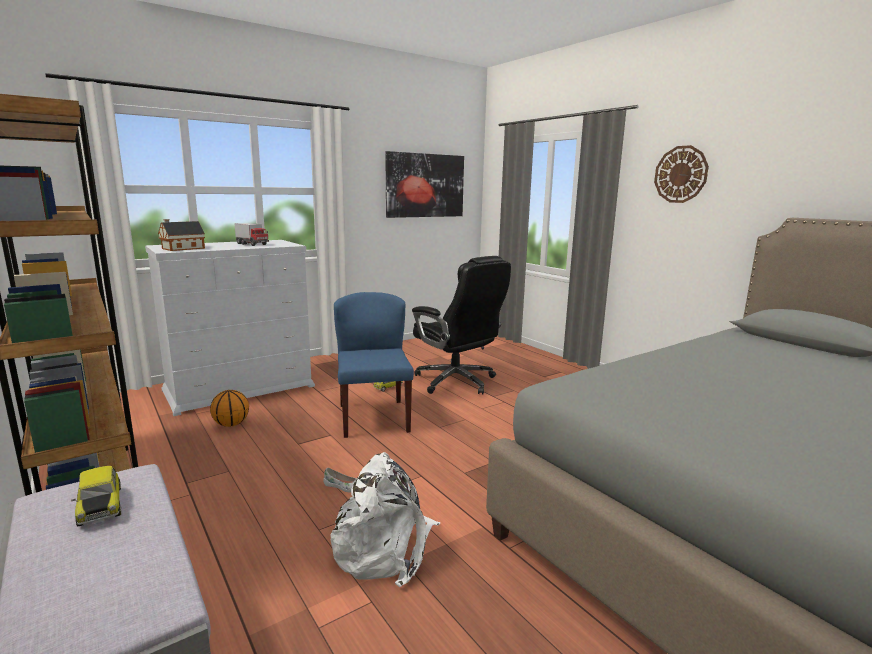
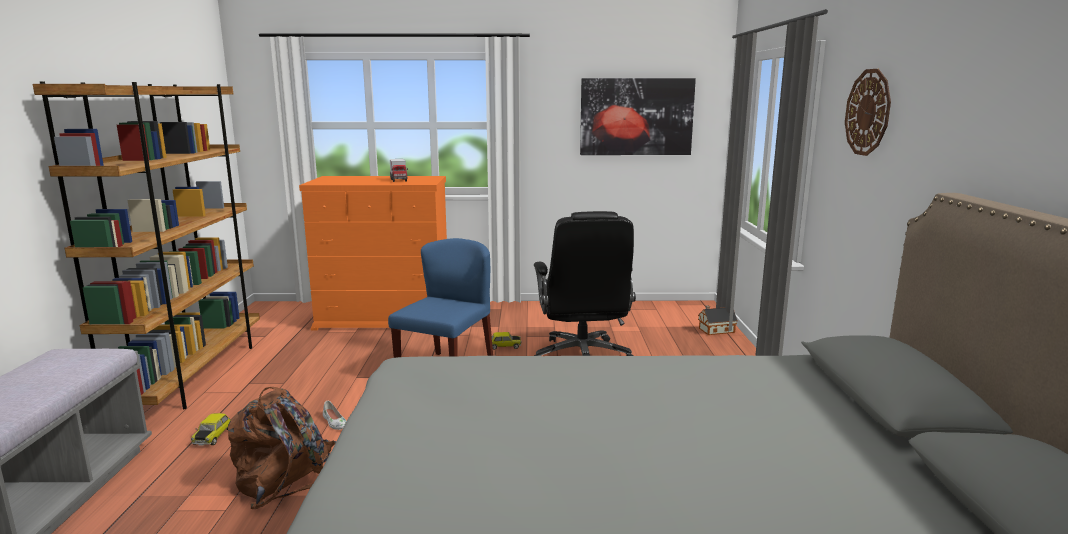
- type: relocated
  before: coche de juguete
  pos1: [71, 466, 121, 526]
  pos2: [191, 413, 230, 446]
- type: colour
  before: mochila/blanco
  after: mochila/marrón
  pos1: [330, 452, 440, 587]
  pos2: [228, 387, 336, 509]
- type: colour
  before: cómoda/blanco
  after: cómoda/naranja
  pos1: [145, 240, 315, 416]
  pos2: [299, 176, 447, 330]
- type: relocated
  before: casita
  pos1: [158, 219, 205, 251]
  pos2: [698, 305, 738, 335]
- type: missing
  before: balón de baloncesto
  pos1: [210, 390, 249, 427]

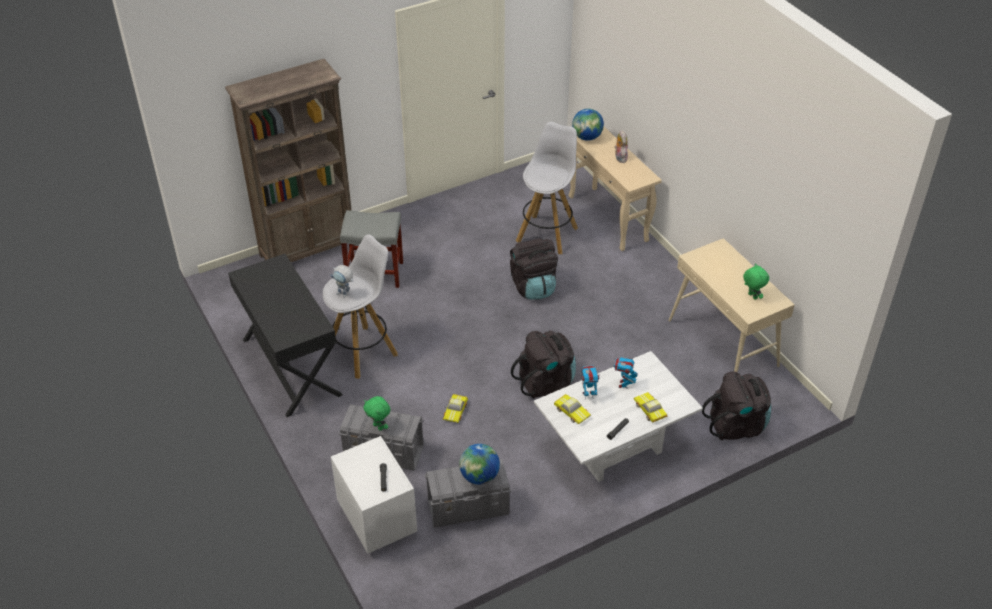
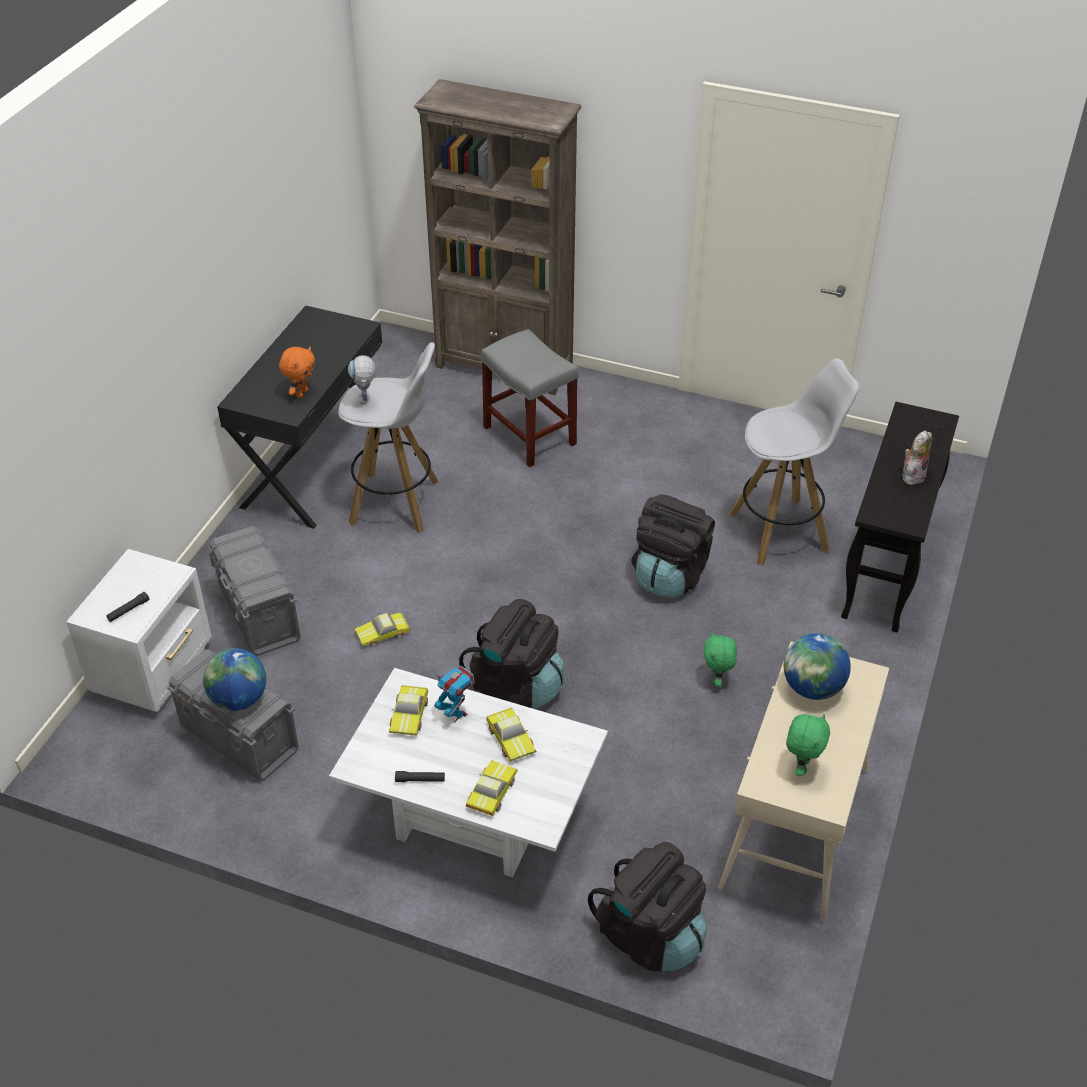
- type: appeared
  after: peluche/naranja
  pos2: [279, 347, 315, 398]
- type: exchanged
  before: robot de juguete
  after: coche de juguete
  pos1: [614, 355, 638, 388]
  pos2: [486, 708, 537, 762]
- type: relocated
  before: peluche/verde
  pos1: [363, 396, 390, 431]
  pos2: [704, 632, 737, 687]
- type: relocated
  before: globo terráqueo
  pos1: [572, 109, 604, 141]
  pos2: [784, 633, 851, 700]
- type: colour
  before: mesa consola/beis
  after: mesa consola/negro
  pos1: [569, 127, 662, 251]
  pos2: [841, 402, 959, 632]

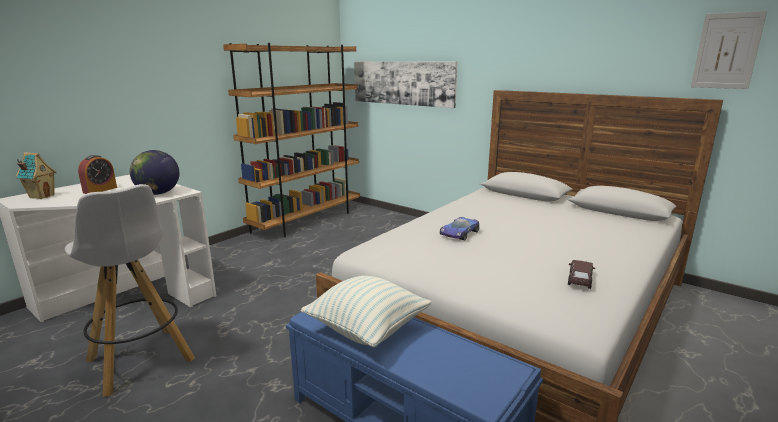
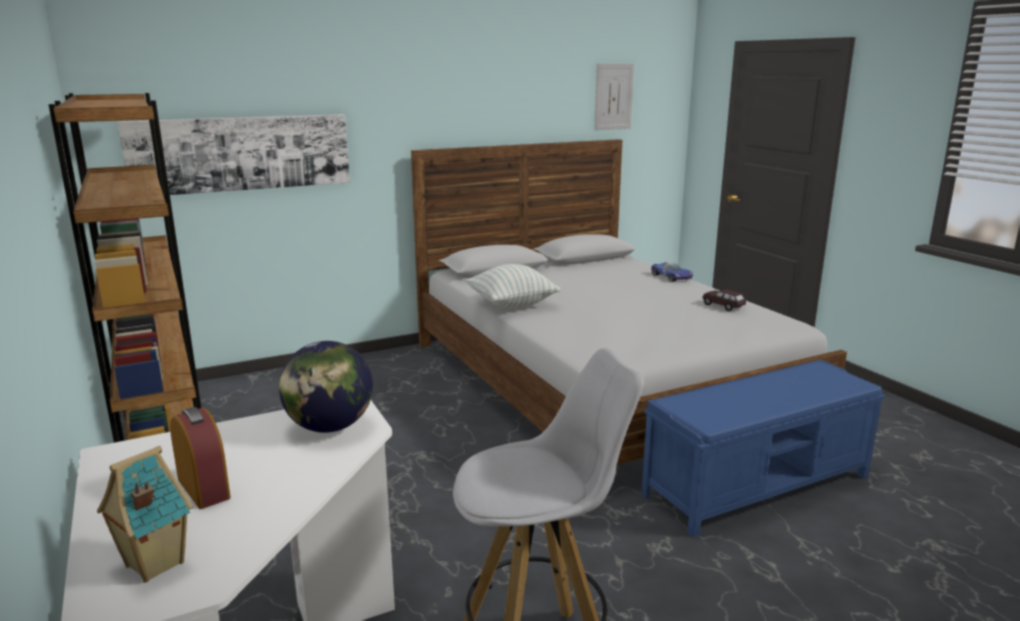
- type: relocated
  before: cojín
  pos1: [301, 275, 431, 347]
  pos2: [465, 264, 561, 309]
- type: relocated
  before: coche de juguete
  pos1: [440, 217, 479, 240]
  pos2: [651, 262, 693, 282]

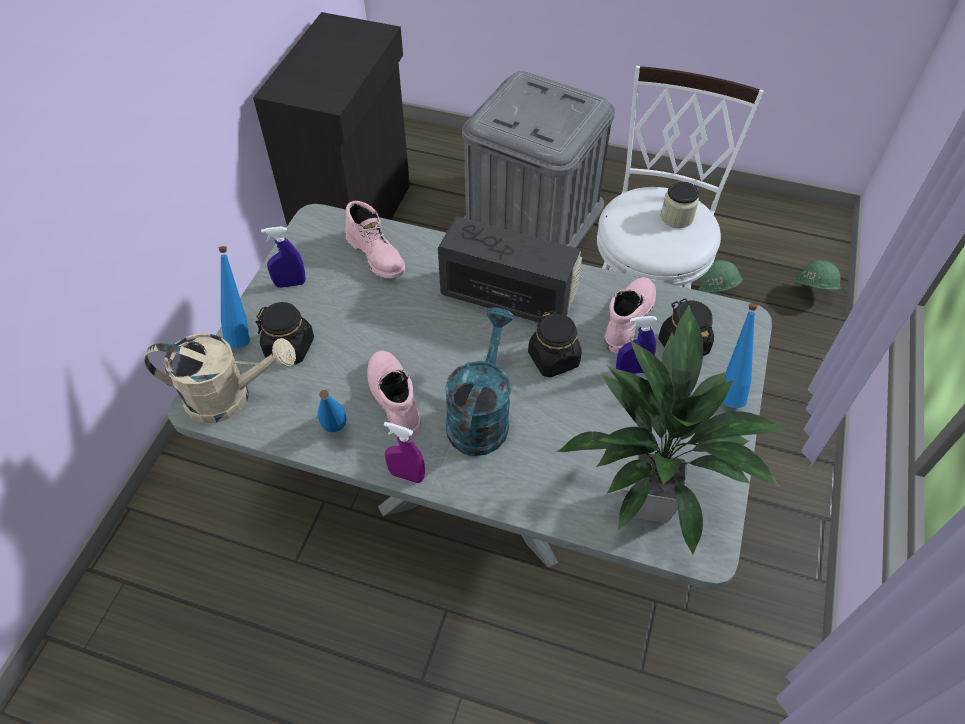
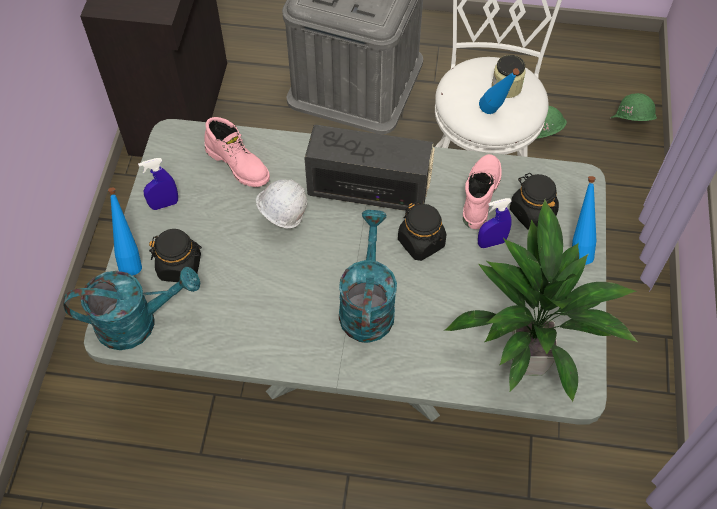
- type: colour
  before: regadera/beis
  after: regadera/turquesa
  pos1: [144, 333, 296, 423]
  pos2: [63, 267, 200, 350]
- type: appeared
  after: casco/blanco
  pos2: [256, 179, 307, 228]
- type: relocated
  before: botella/azul
  pos1: [317, 390, 346, 432]
  pos2: [479, 68, 520, 114]
- type: missing
  before: bota/rosa
  pos1: [367, 350, 422, 438]
- type: missing
  before: pulverizador/morado
  pos1: [384, 422, 425, 483]

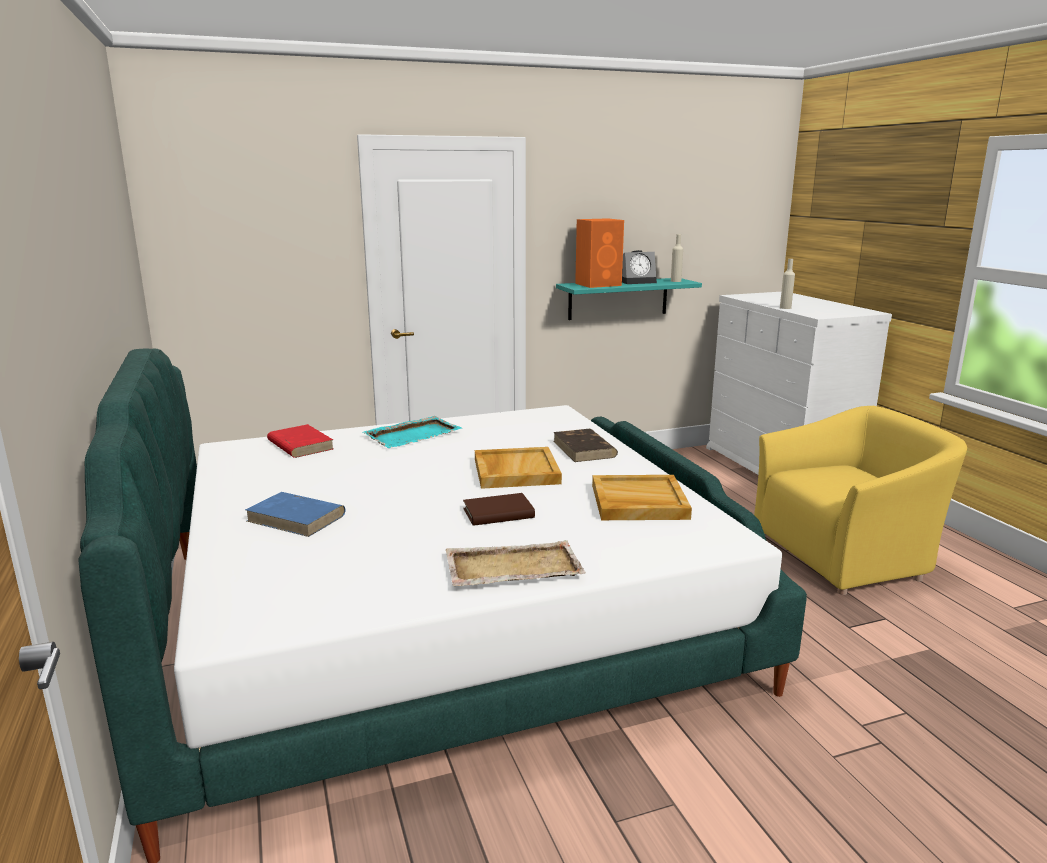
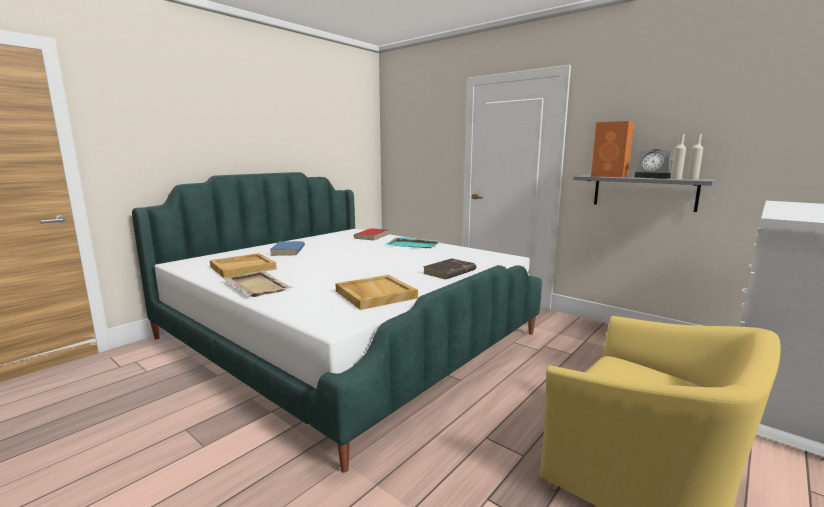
- type: relocated
  before: bandeja/beis
  pos1: [475, 447, 562, 489]
  pos2: [210, 253, 277, 278]
- type: colour
  before: estante/turquesa
  after: estante/gris
  pos1: [556, 278, 702, 320]
  pos2: [573, 175, 717, 212]
- type: relocated
  before: botella/beis
  pos1: [780, 259, 795, 309]
  pos2: [670, 134, 686, 179]
- type: missing
  before: libro/marrón
  pos1: [463, 493, 535, 526]

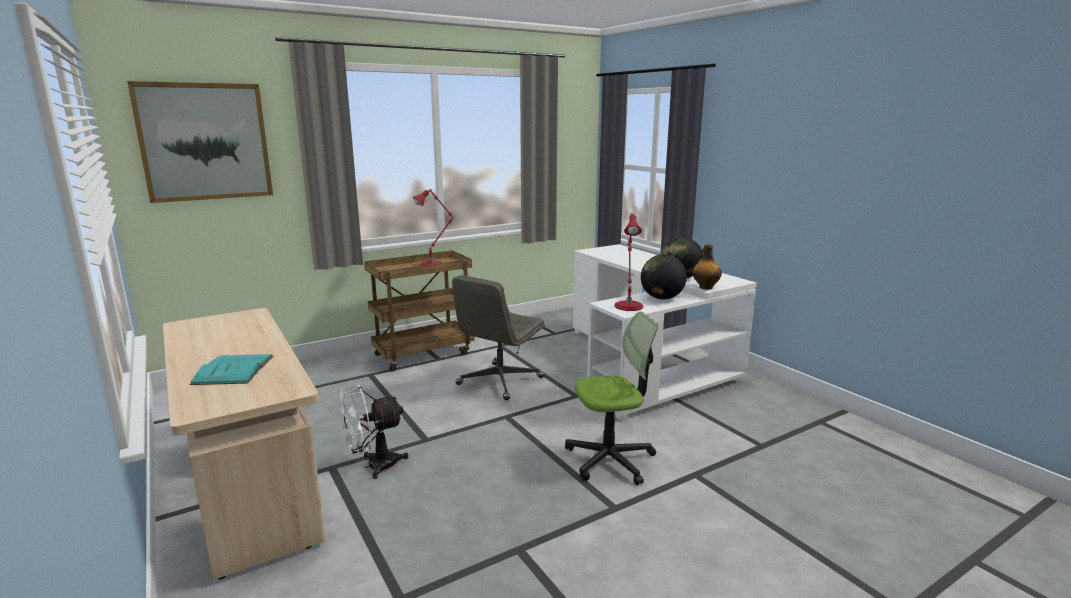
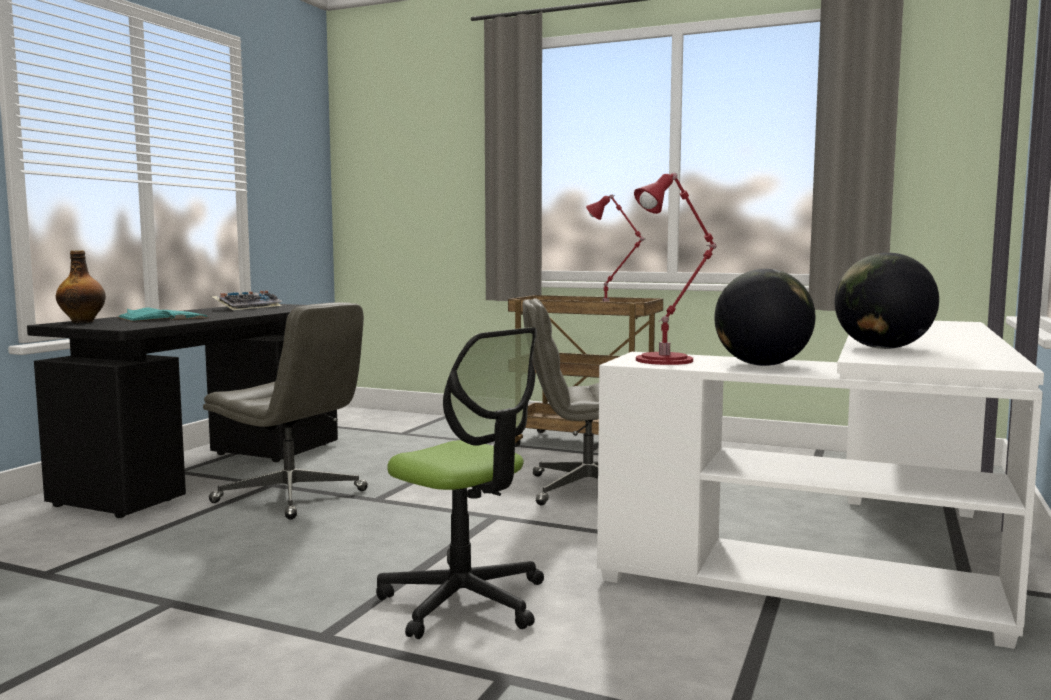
- type: colour
  before: escritorio/beis
  after: escritorio/negro
  pos1: [163, 308, 326, 580]
  pos2: [27, 304, 338, 518]
- type: relocated
  before: botella
  pos1: [693, 244, 722, 290]
  pos2: [56, 250, 106, 323]
- type: exchanged
  before: ventilador/blanco
  after: silla de oficina/gris
  pos1: [340, 384, 409, 479]
  pos2: [203, 302, 368, 520]
- type: appeared
  after: teclado
  pos2: [211, 290, 282, 310]
- type: missing
  before: cuadro
  pos1: [127, 81, 273, 203]

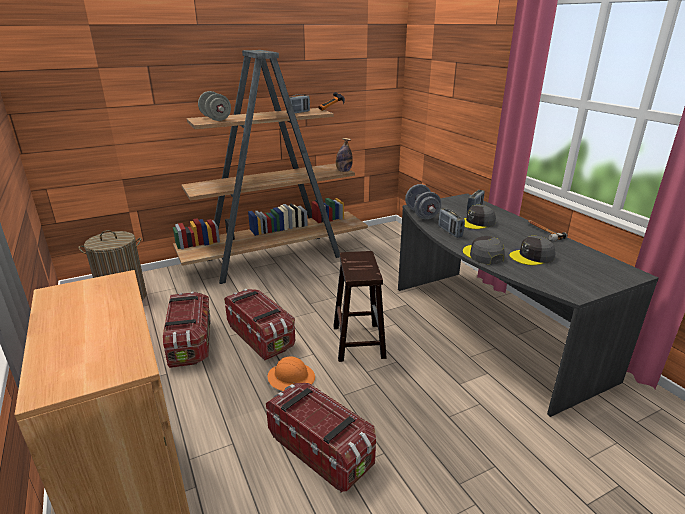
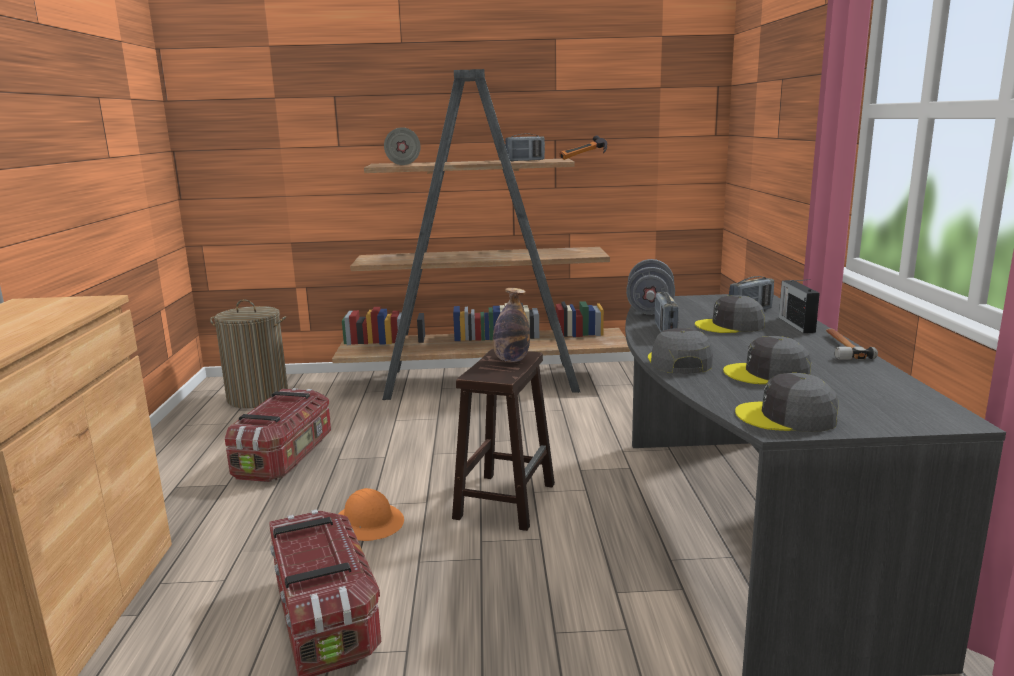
- type: relocated
  before: botella
  pos1: [336, 138, 353, 172]
  pos2: [493, 288, 530, 362]
- type: appeared
  after: gorra/gris
  pos2: [735, 373, 838, 432]
- type: appeared
  after: radio
  pos2: [779, 279, 820, 333]
- type: missing
  before: caja de almacenaje
  pos1: [224, 289, 295, 361]

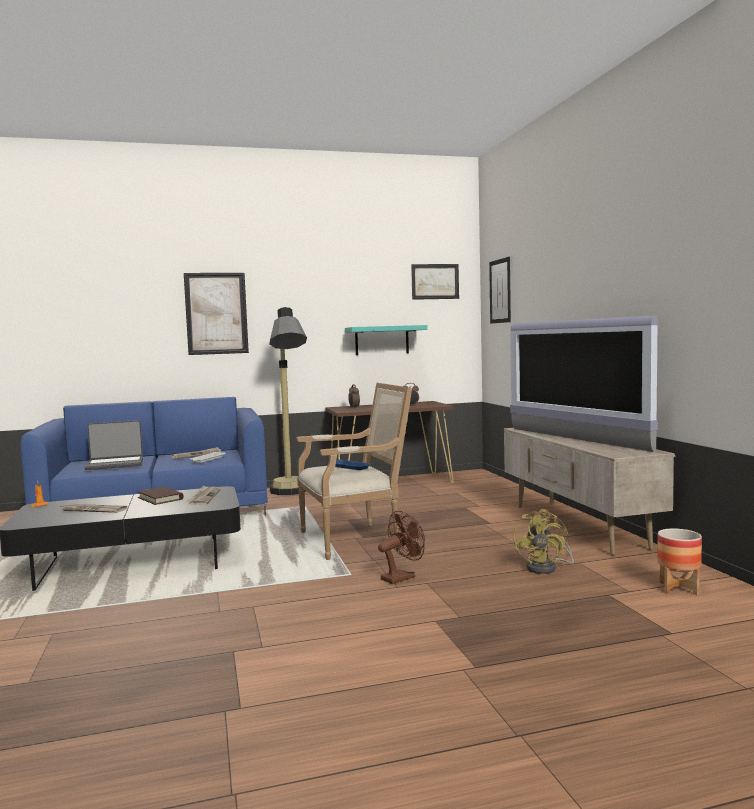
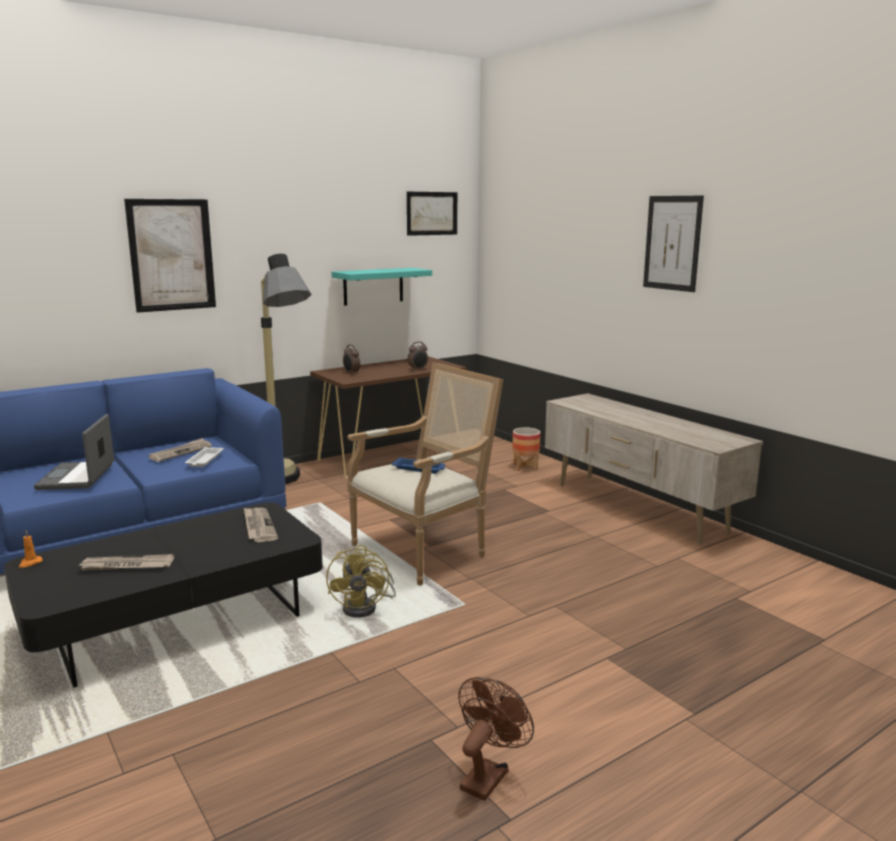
- type: spun
  before: portátil
  pos1: [85, 420, 143, 470]
  pos2: [34, 414, 114, 490]
  turn: 120
- type: relocated
  before: ventilador/amarillo
  pos1: [513, 509, 574, 574]
  pos2: [326, 545, 396, 618]
- type: relocated
  before: ventilador/marrón
  pos1: [378, 511, 425, 584]
  pos2: [458, 677, 534, 801]
- type: relocated
  before: maceta
  pos1: [657, 529, 702, 595]
  pos2: [512, 427, 540, 471]
- type: relocated
  before: cuadro
  pos1: [489, 257, 511, 324]
  pos2: [643, 196, 704, 292]
- type: missing
  before: libro/marrón
  pos1: [137, 487, 184, 505]
- type: missing
  before: televisor
  pos1: [510, 315, 658, 452]

